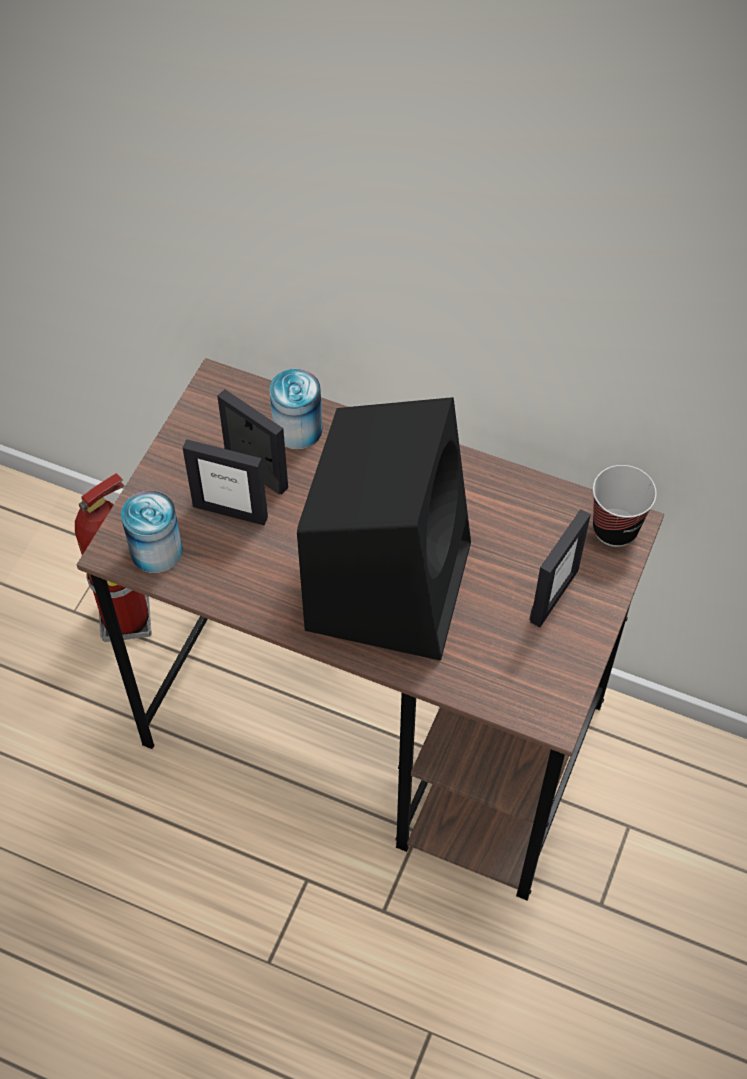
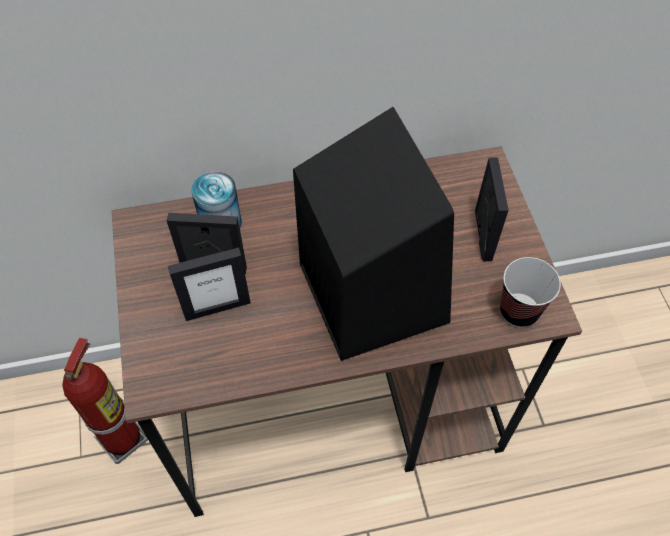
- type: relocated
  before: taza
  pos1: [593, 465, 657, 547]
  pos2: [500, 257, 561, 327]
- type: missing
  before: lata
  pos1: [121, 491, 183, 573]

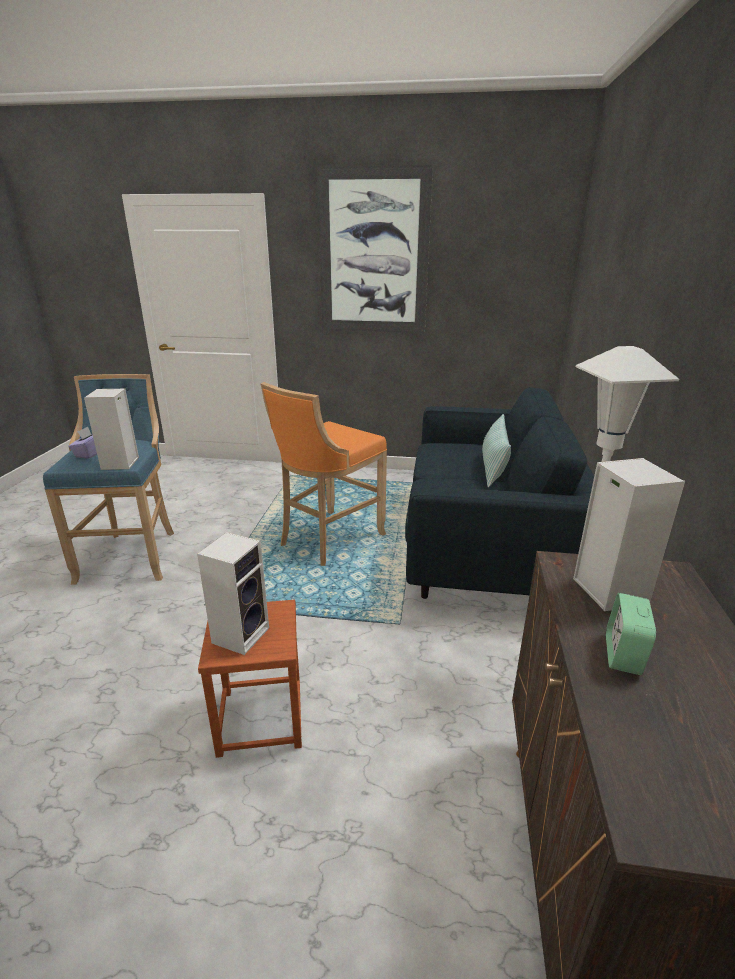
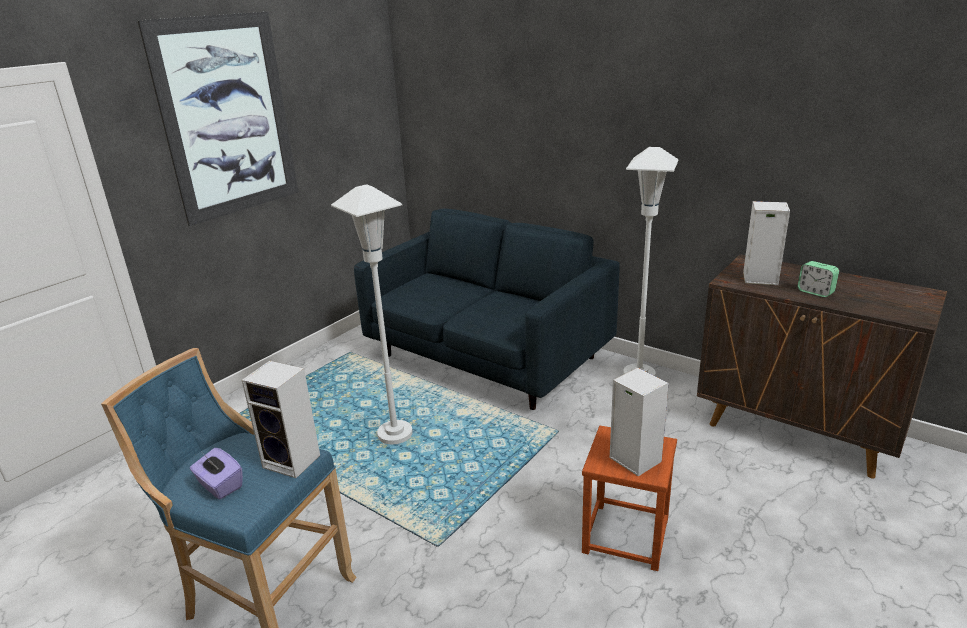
- type: exchanged
  before: taburete/naranja
  after: lámpara de pie/blanco
  pos1: [260, 382, 387, 566]
  pos2: [331, 184, 413, 444]
- type: missing
  before: cojín
  pos1: [482, 414, 511, 487]

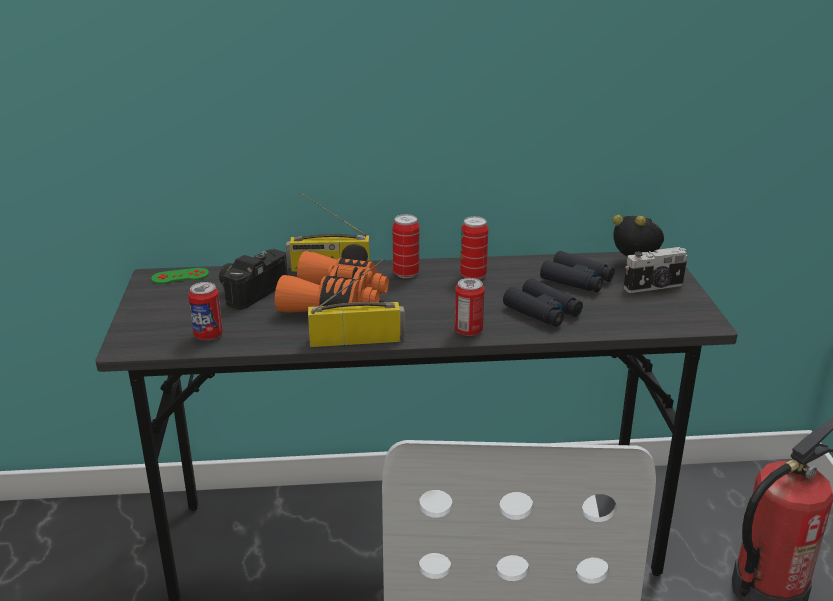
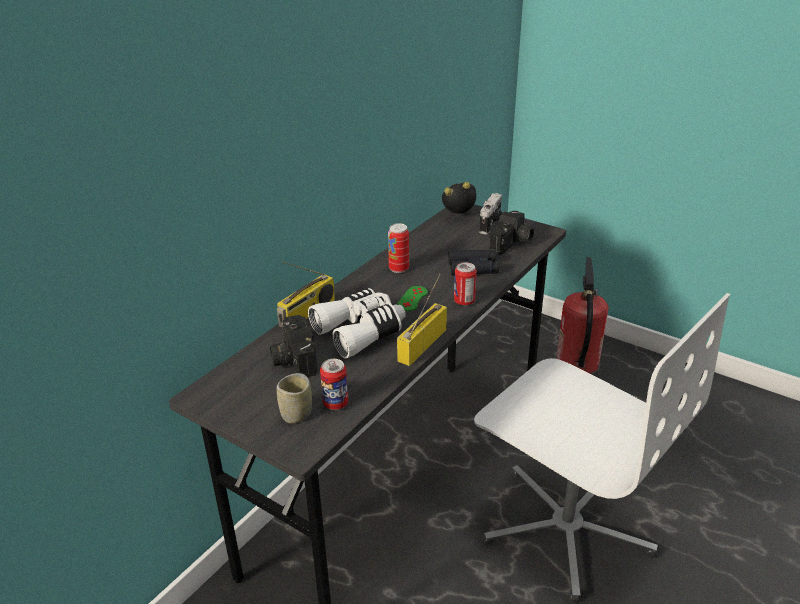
- type: appeared
  after: taza
  pos2: [277, 373, 312, 423]
- type: colour
  before: prismáticos/naranja
  after: prismáticos/blanco
  pos1: [275, 251, 389, 313]
  pos2: [308, 288, 406, 359]
- type: relocated
  before: mando de consola/verde
  pos1: [151, 268, 209, 284]
  pos2: [397, 286, 428, 311]
- type: appeared
  after: cámara
  pos2: [489, 211, 534, 255]
- type: missing
  before: lata
  pos1: [393, 214, 419, 278]
- type: missing
  before: prismáticos/negro
  pos1: [540, 251, 615, 292]

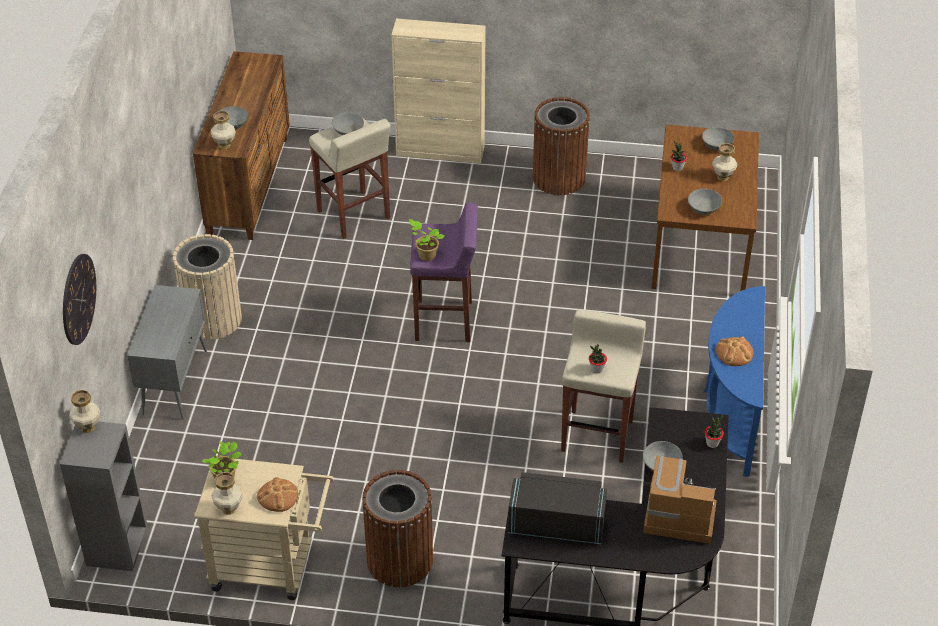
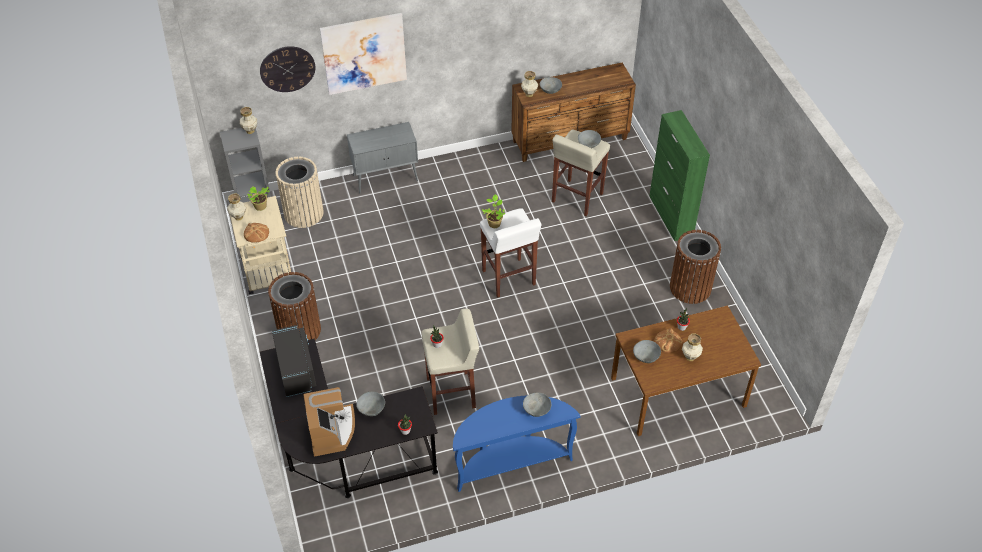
- type: relocated
  before: papelera/beis
  pos1: [173, 234, 242, 340]
  pos2: [276, 157, 324, 228]
- type: appeared
  after: cuadro
  pos2: [320, 13, 407, 95]
- type: colour
  before: taburete/morado
  after: taburete/blanco
  pos1: [410, 202, 478, 342]
  pos2: [480, 208, 541, 298]
- type: relocated
  before: cuenco/gris
  pos1: [702, 127, 734, 151]
  pos2: [523, 393, 551, 417]
- type: colour
  before: armario/beis
  after: armario/verde
  pos1: [391, 19, 486, 163]
  pos2: [649, 110, 710, 241]
- type: relocated
  before: pan
  pos1: [716, 336, 753, 366]
  pos2: [654, 329, 682, 353]

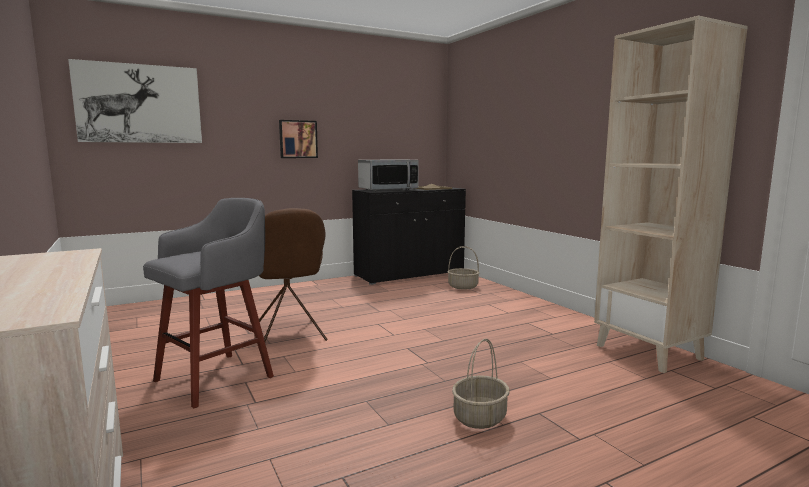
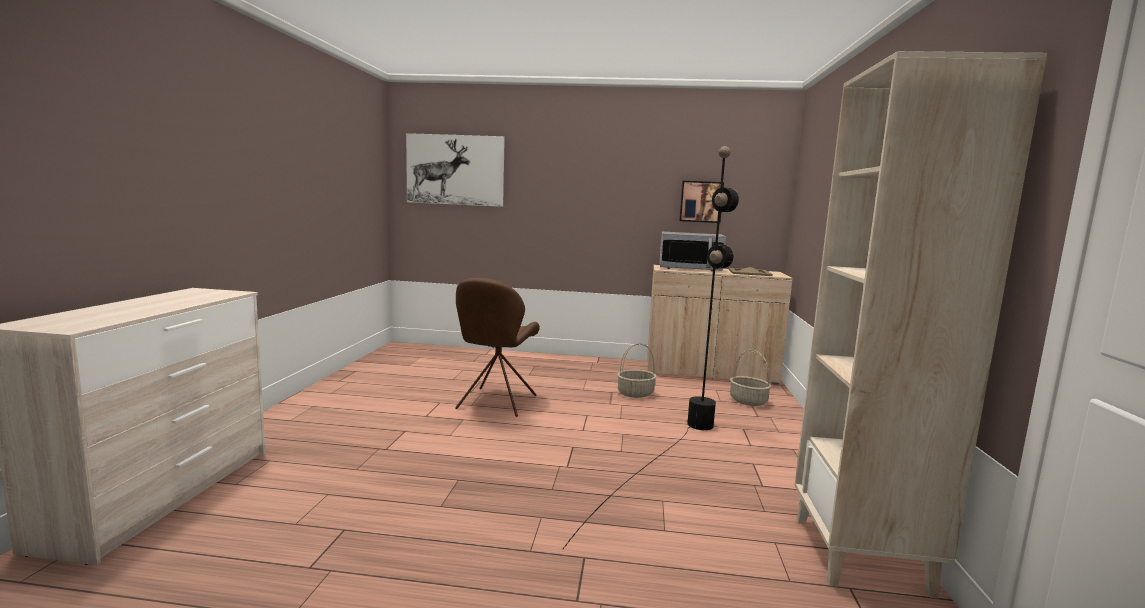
- type: appeared
  after: lámpara de pie/negro
  pos2: [563, 146, 739, 549]
- type: relocated
  before: cesta
  pos1: [452, 339, 510, 429]
  pos2: [617, 343, 657, 398]
- type: colour
  before: armario/negro
  after: armario/beis
  pos1: [352, 187, 466, 285]
  pos2: [647, 265, 793, 385]
- type: relocated
  before: cuadro
  pos1: [279, 120, 318, 158]
  pos2: [679, 181, 724, 223]
- type: missing
  before: taburete/gris
  pos1: [143, 198, 274, 408]

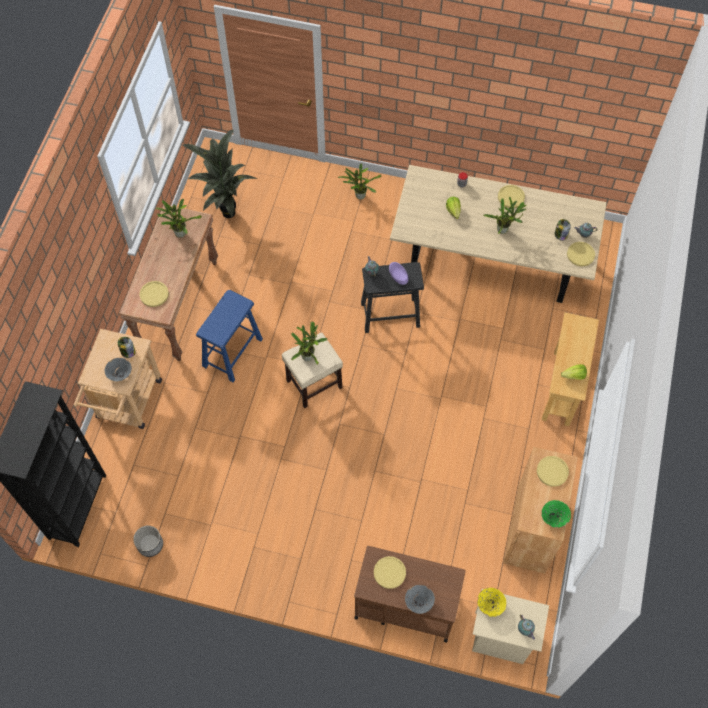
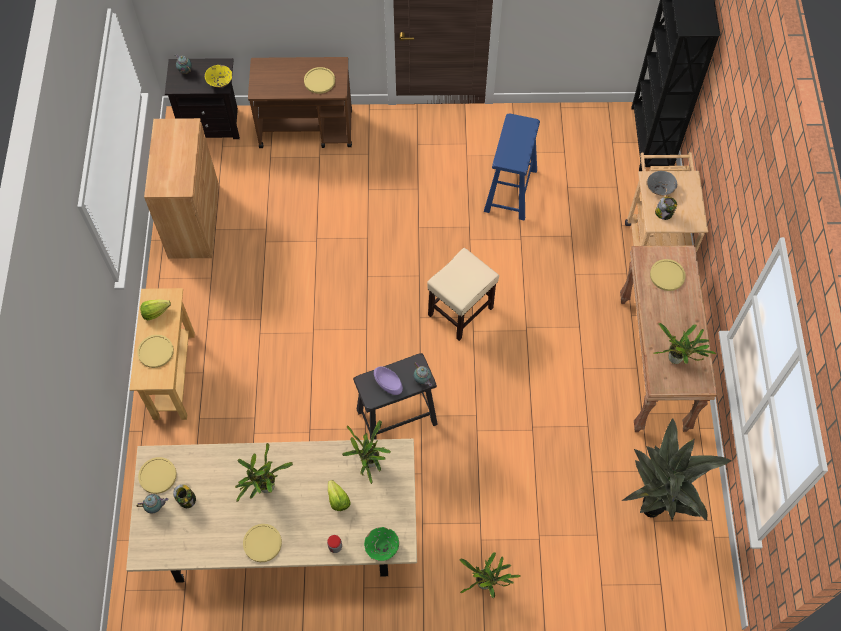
- type: relocated
  before: plato/amarillo
  pos1: [537, 456, 569, 487]
  pos2: [137, 335, 174, 368]
- type: colour
  before: mesita de noche/beis
  after: mesita de noche/negro
  pos1: [472, 589, 549, 664]
  pos2: [165, 58, 240, 139]
- type: relocated
  before: planta en maceta
  pos1: [291, 322, 327, 365]
  pos2: [342, 420, 391, 484]
- type: relocated
  before: cuenco/verde
  pos1: [541, 500, 571, 528]
  pos2: [364, 527, 399, 561]
- type: relocated
  before: taburete/azul
  pos1: [196, 290, 263, 382]
  pos2: [484, 113, 540, 220]
- type: missing
  before: maceta
  pos1: [133, 525, 163, 557]
- type: missing
  before: cuenco/gris
  pos1: [405, 585, 435, 614]

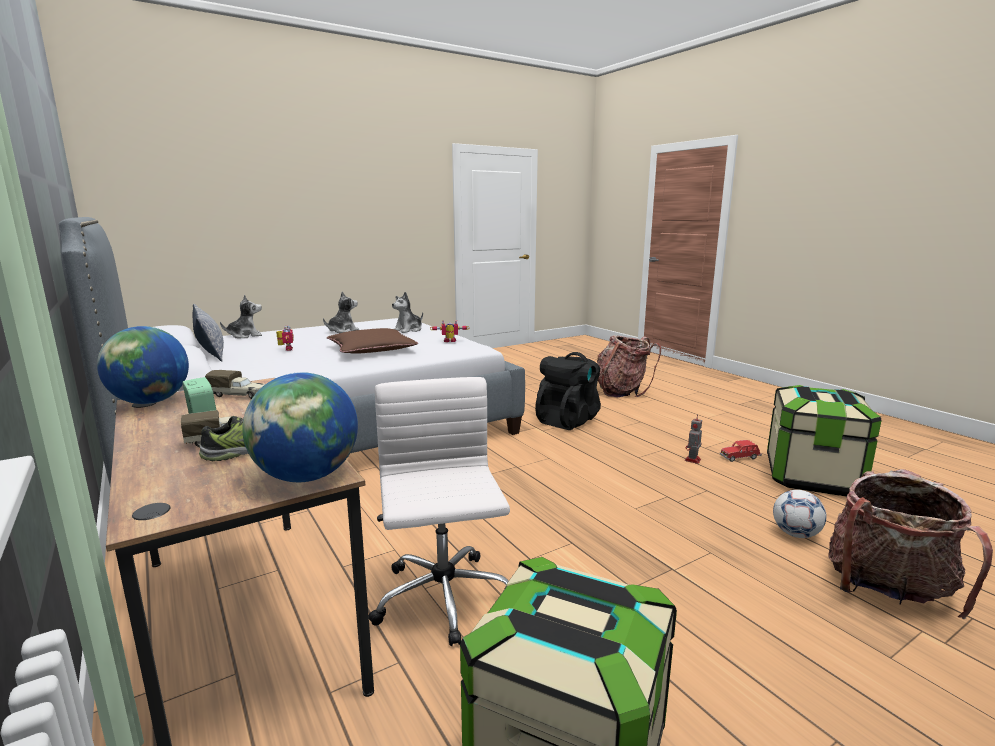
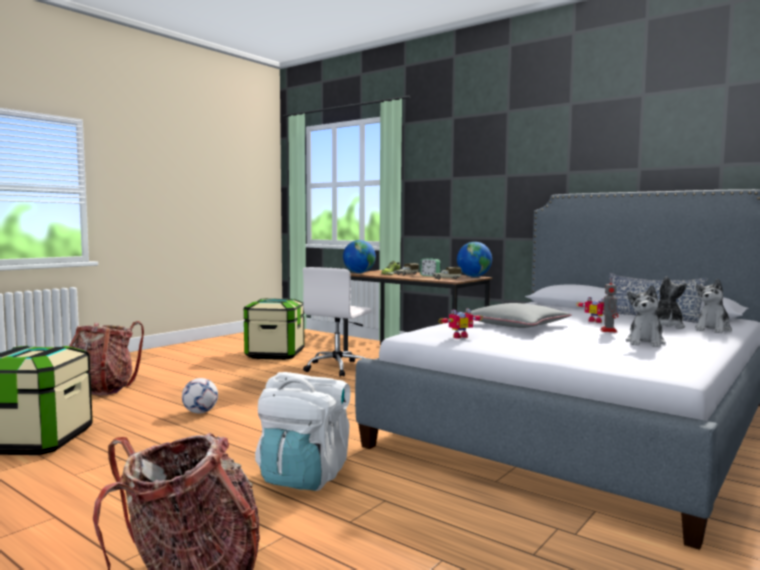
- type: relocated
  before: balón de fútbol
  pos1: [773, 490, 827, 538]
  pos2: [182, 378, 218, 413]
- type: colour
  before: mochila/negro
  after: mochila/blanco
  pos1: [535, 352, 601, 430]
  pos2: [255, 372, 351, 491]
- type: spun
  before: silla de oficina/blanco
  pos1: [369, 377, 510, 646]
  pos2: [303, 267, 372, 377]
  turn: 60
- type: colour
  before: cojín/marrón
  after: cojín/gris
  pos1: [327, 328, 418, 354]
  pos2: [471, 303, 572, 328]
- type: relocated
  before: robot de juguete
  pos1: [685, 416, 702, 464]
  pos2: [600, 278, 619, 332]
- type: relocated
  before: peluche
  pos1: [392, 292, 423, 333]
  pos2: [657, 276, 687, 329]
- type: missing
  before: coche de juguete/rojo
  pos1: [720, 440, 762, 462]

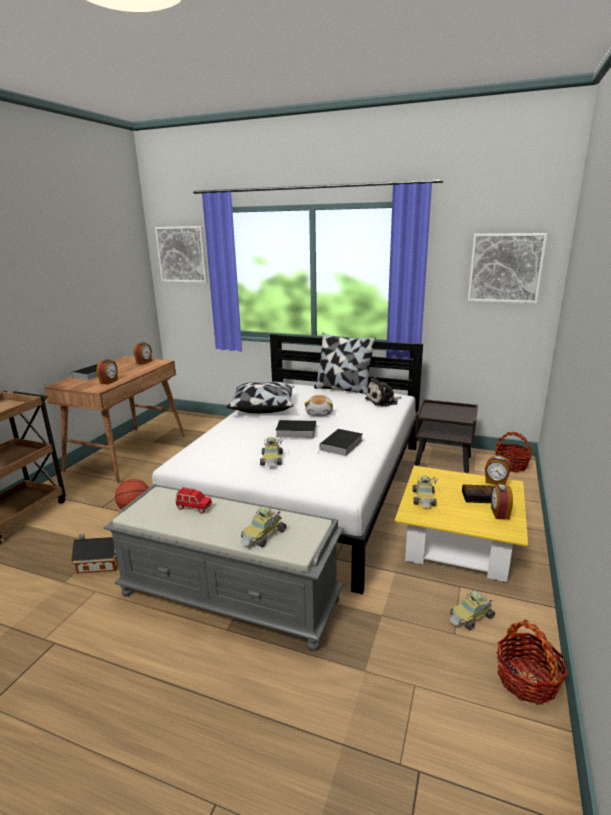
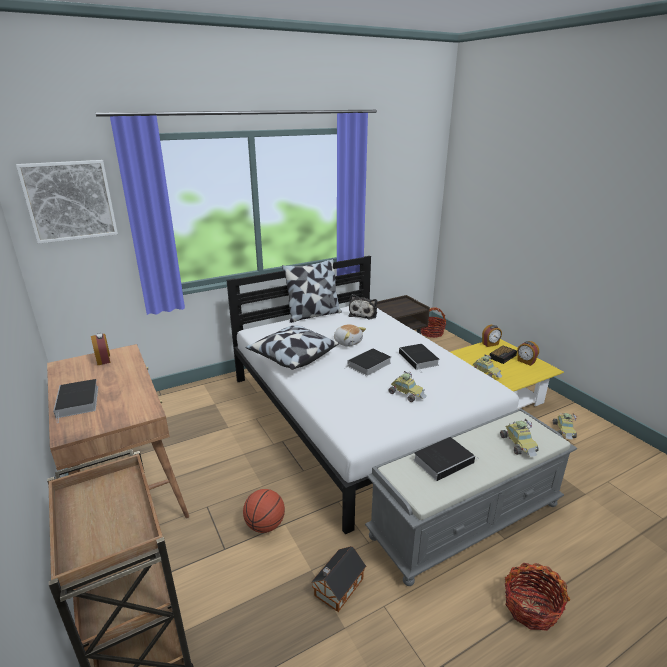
- type: exchanged
  before: coche de juguete/rojo
  after: libro
  pos1: [176, 487, 212, 514]
  pos2: [414, 437, 479, 481]
- type: relocated
  before: cesta
  pos1: [497, 620, 568, 704]
  pos2: [505, 563, 570, 631]
- type: missing
  before: despertador
  pos1: [96, 359, 118, 384]
- type: missing
  before: cuadro
  pos1: [468, 233, 547, 304]

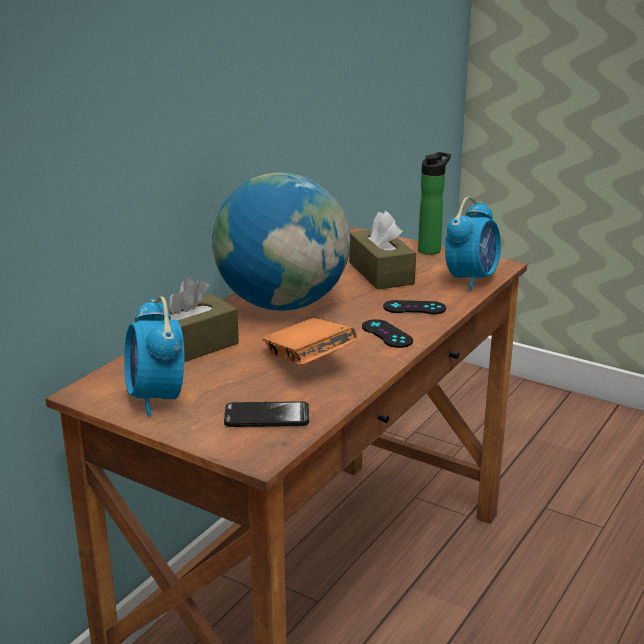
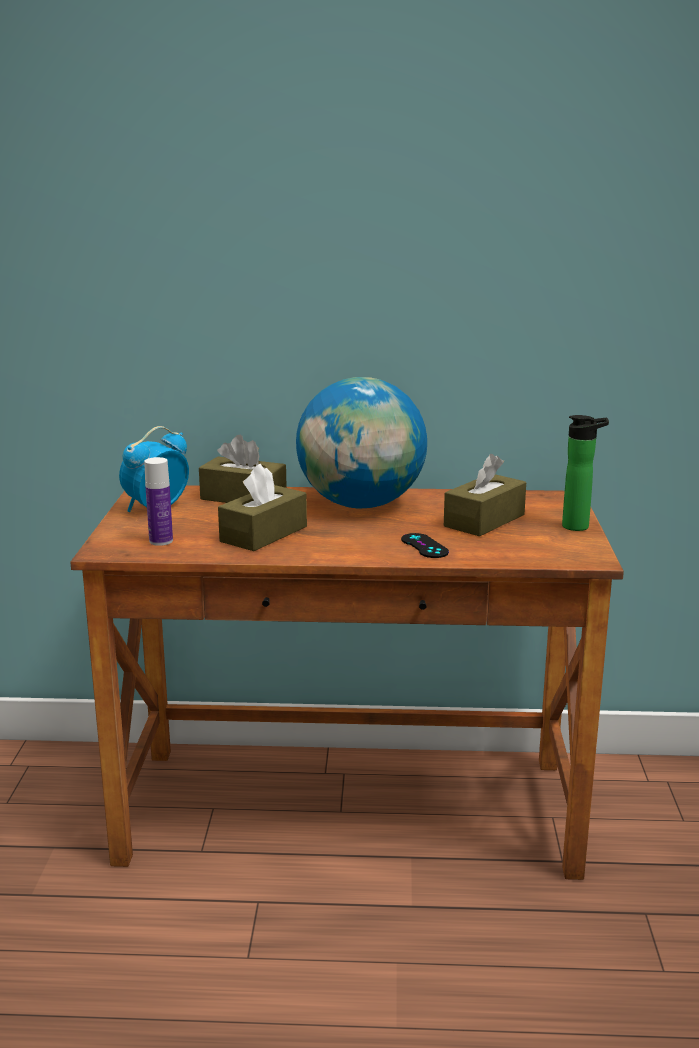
- type: exchanged
  before: móvil
  after: botella
  pos1: [224, 401, 309, 427]
  pos2: [144, 457, 173, 546]
- type: exchanged
  before: libro/naranja
  after: caja de pañuelos/marrón
  pos1: [262, 318, 357, 366]
  pos2: [218, 464, 307, 551]
- type: missing
  before: mando de consola/negro
  pos1: [362, 319, 413, 348]
- type: missing
  before: despertador
  pos1: [445, 197, 501, 290]

